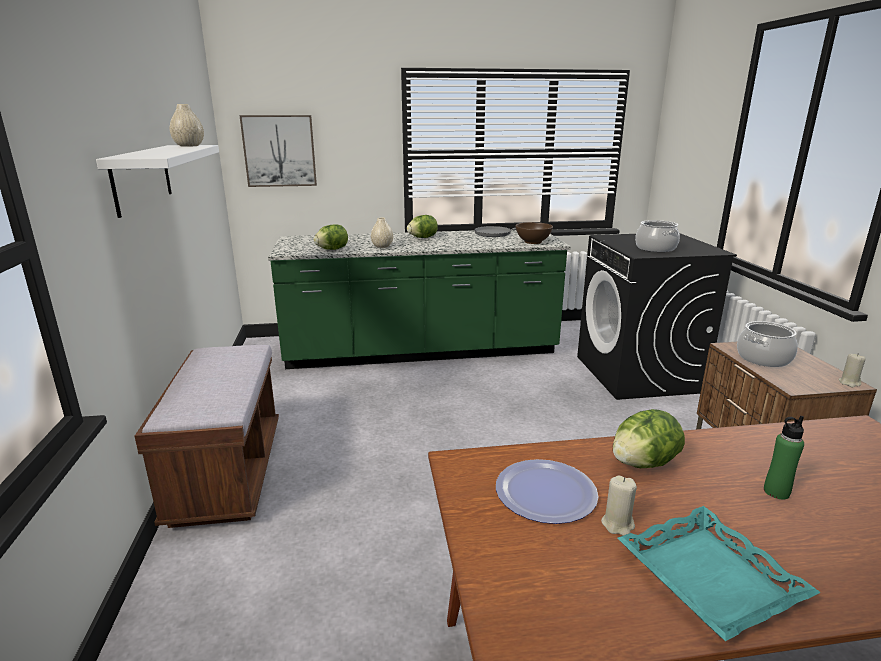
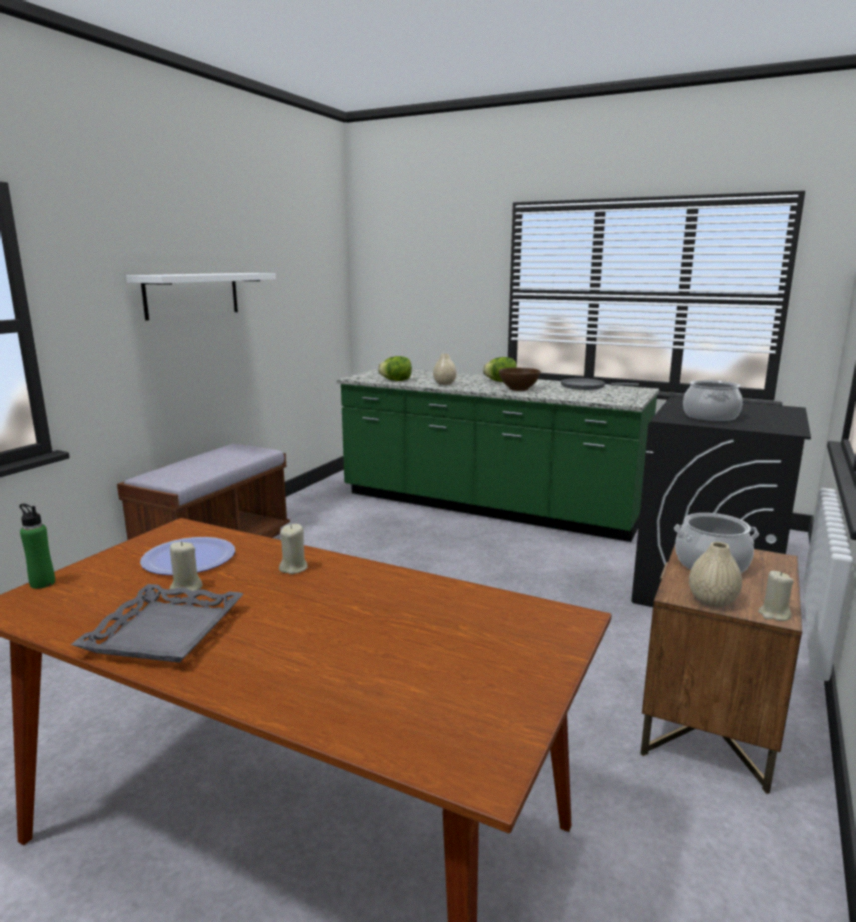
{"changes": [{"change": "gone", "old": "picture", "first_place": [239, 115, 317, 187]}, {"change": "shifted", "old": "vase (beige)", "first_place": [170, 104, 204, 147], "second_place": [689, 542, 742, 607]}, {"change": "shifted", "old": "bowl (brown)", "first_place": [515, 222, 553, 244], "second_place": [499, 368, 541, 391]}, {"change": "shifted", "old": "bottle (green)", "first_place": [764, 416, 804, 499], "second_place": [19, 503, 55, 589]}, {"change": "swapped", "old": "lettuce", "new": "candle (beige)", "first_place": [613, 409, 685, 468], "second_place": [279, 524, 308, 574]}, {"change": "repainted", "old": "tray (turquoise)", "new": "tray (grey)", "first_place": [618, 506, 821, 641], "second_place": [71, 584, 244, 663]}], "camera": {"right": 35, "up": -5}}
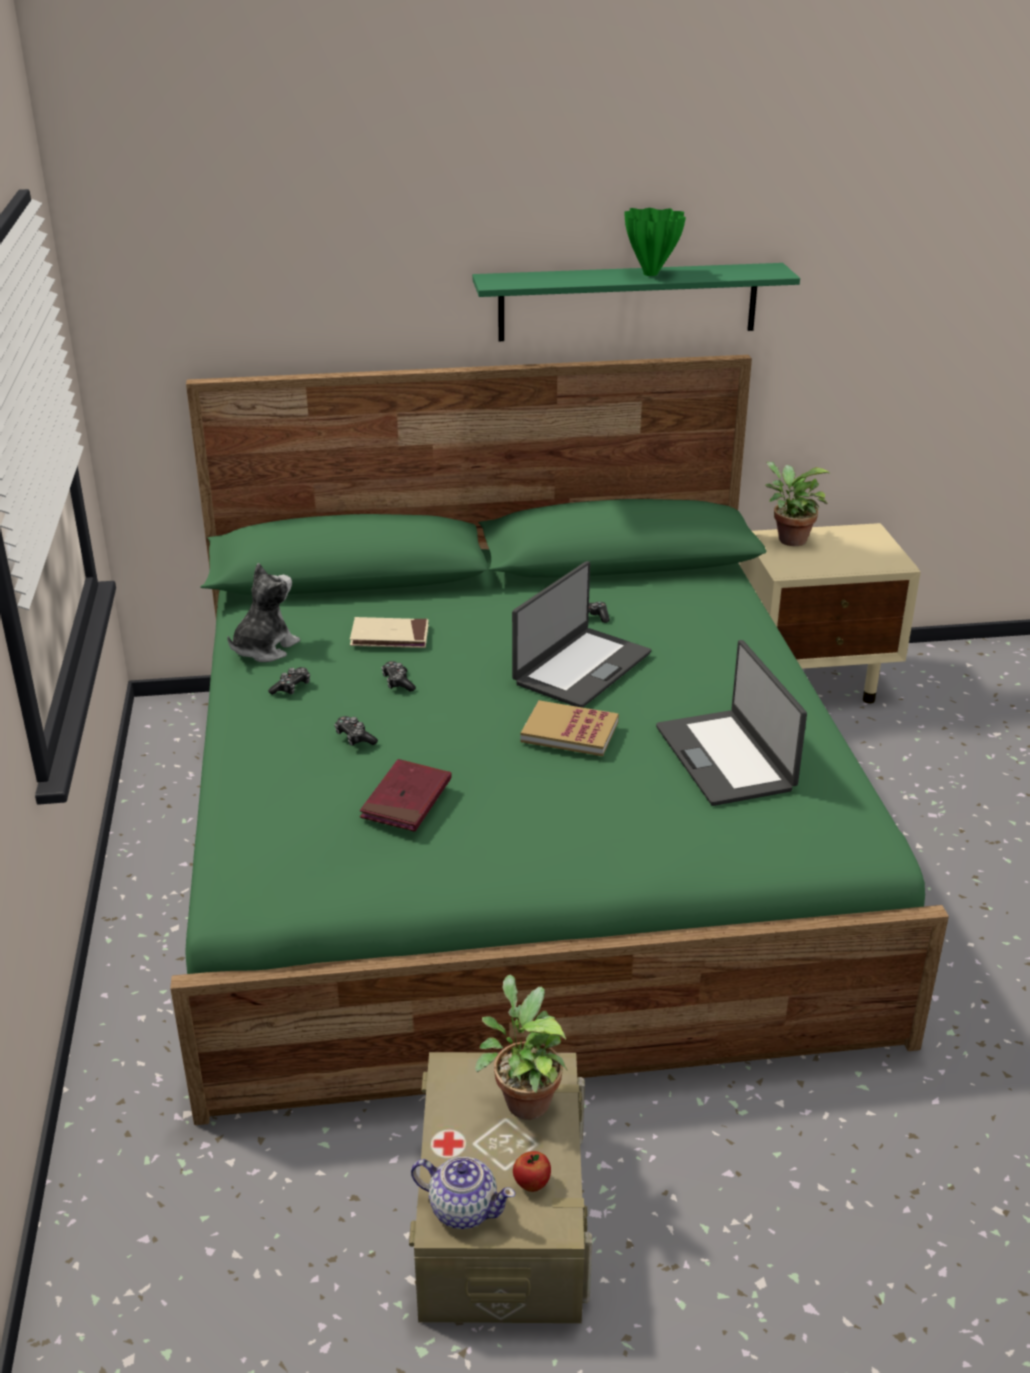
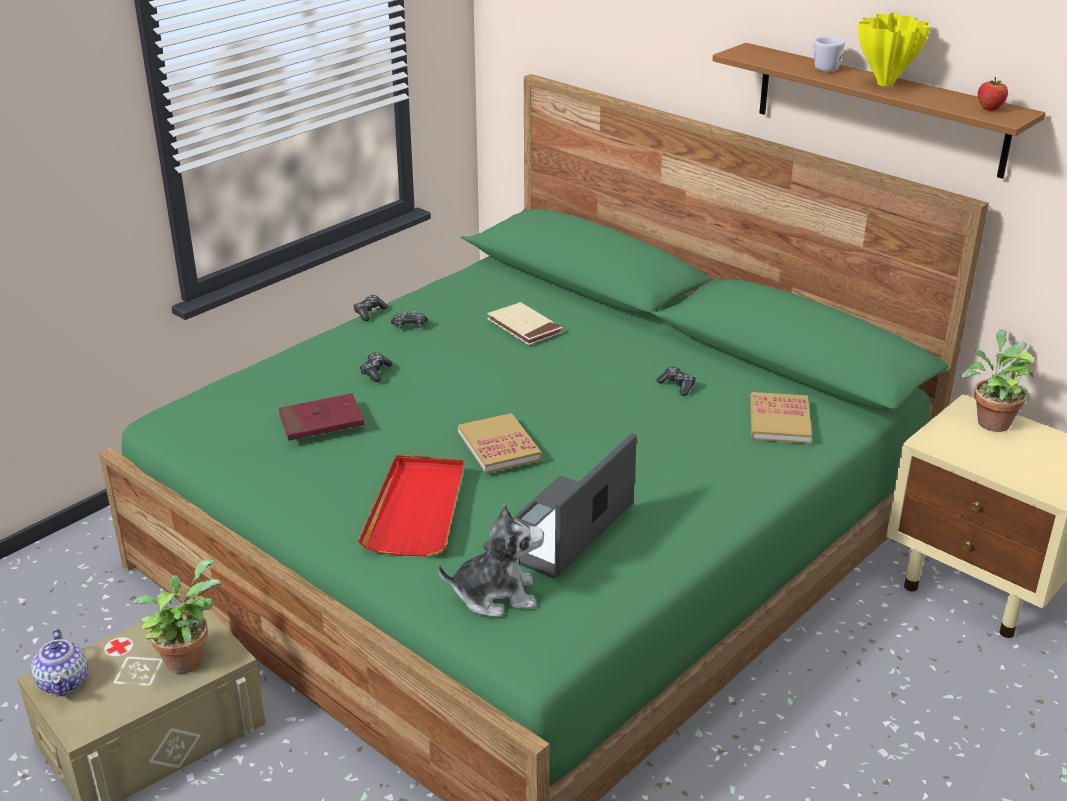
{"changes": [{"change": "gone", "old": "laptop", "first_place": [512, 561, 651, 708]}, {"change": "new", "new": "tray (red)", "second_place": [358, 455, 465, 556]}, {"change": "new", "new": "book", "second_place": [750, 392, 812, 444]}, {"change": "new", "new": "mug (white)", "second_place": [813, 36, 845, 72]}, {"change": "shifted", "old": "plush toy", "first_place": [227, 563, 300, 662], "second_place": [438, 503, 544, 617]}, {"change": "shifted", "old": "game controller", "first_place": [382, 661, 416, 692], "second_place": [353, 295, 388, 321]}, {"change": "shifted", "old": "apple", "first_place": [513, 1151, 551, 1192], "second_place": [978, 77, 1008, 111]}, {"change": "repainted", "old": "shelf (green)", "new": "shelf (brown)", "first_place": [472, 263, 800, 341], "second_place": [712, 43, 1046, 179]}, {"change": "repainted", "old": "vase (green)", "new": "vase (yellow)", "first_place": [624, 208, 686, 276], "second_place": [858, 12, 931, 86]}], "camera": {"right": 50, "up": 0}}
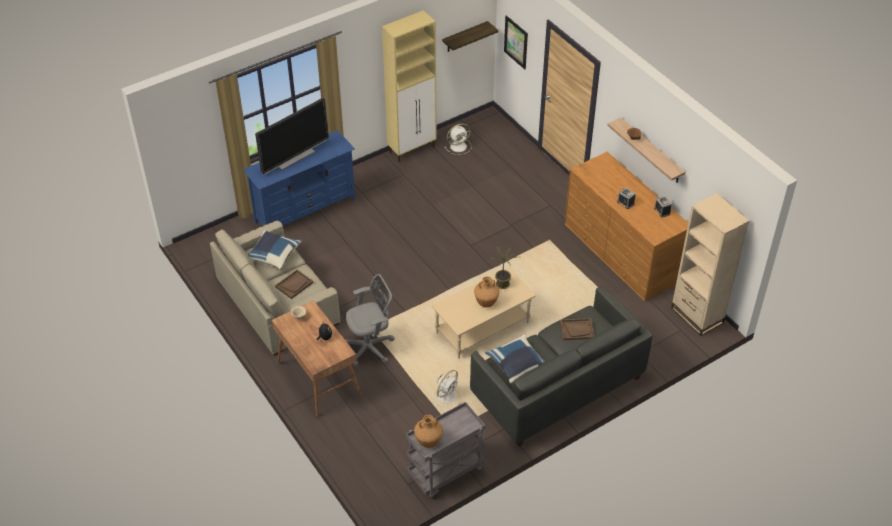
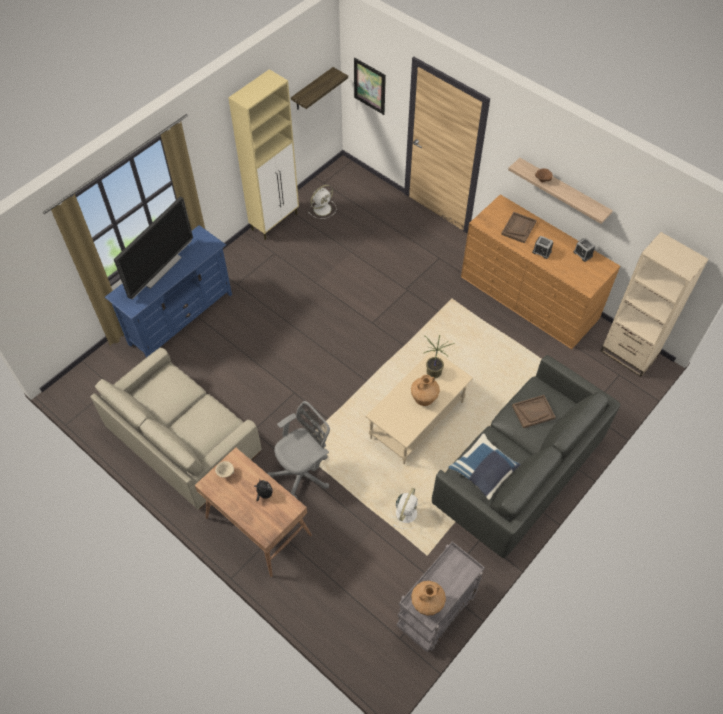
{"changes": [{"change": "gone", "old": "pillow (blue)", "first_place": [248, 230, 302, 270]}, {"change": "shifted", "old": "tray (brown)", "first_place": [275, 270, 313, 299], "second_place": [501, 212, 537, 244]}], "camera": {"right": -15, "up": 10}}
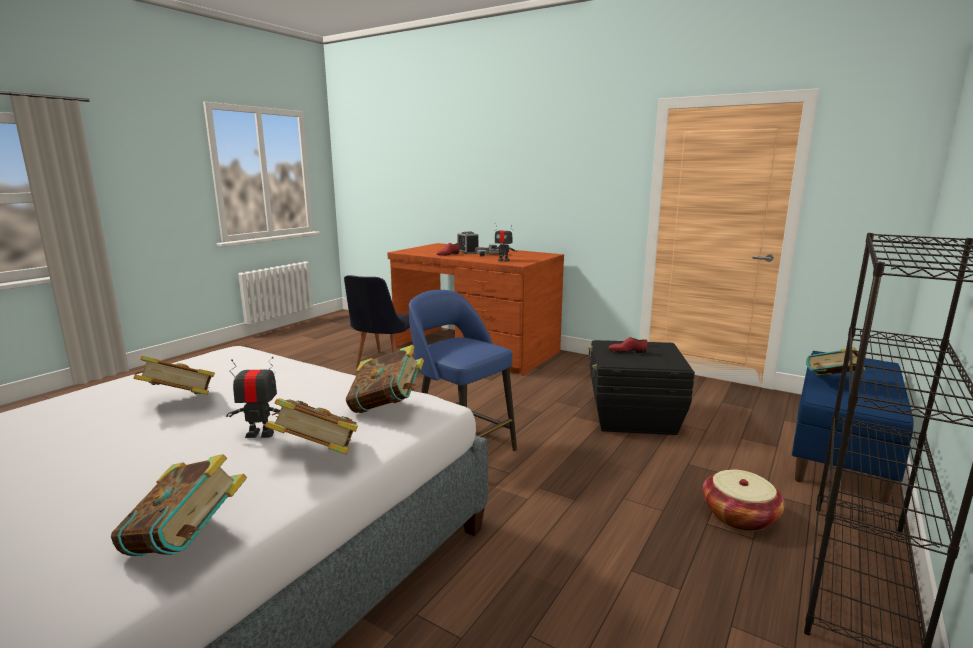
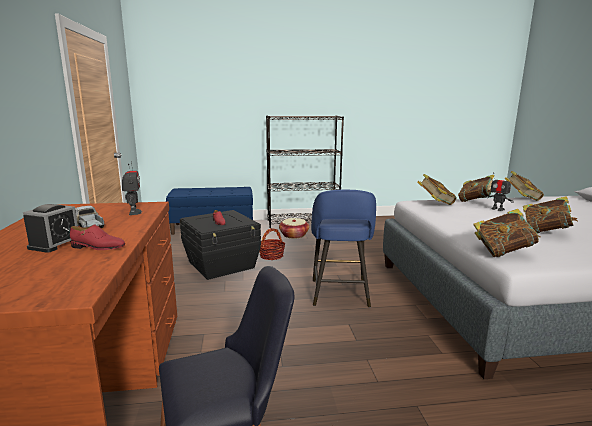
{"changes": [{"change": "new", "new": "basket", "second_place": [259, 228, 285, 260]}, {"change": "shifted", "old": "book", "first_place": [806, 347, 865, 376], "second_place": [474, 209, 540, 257]}], "camera": {"right": -130, "up": 0}}
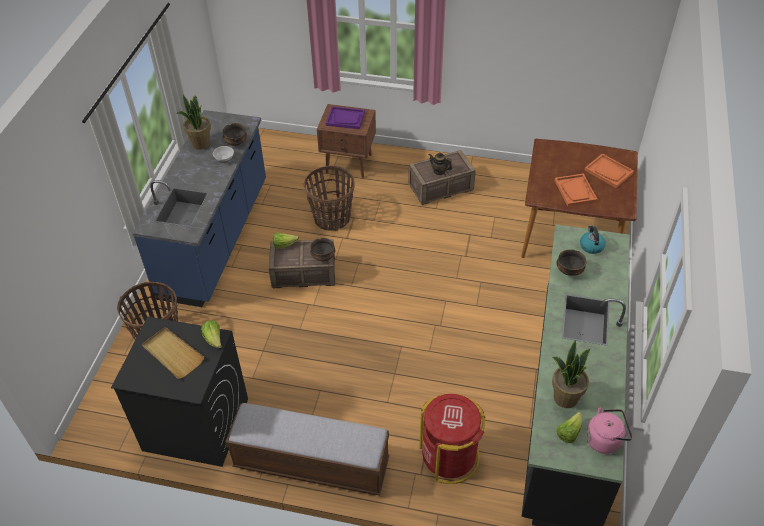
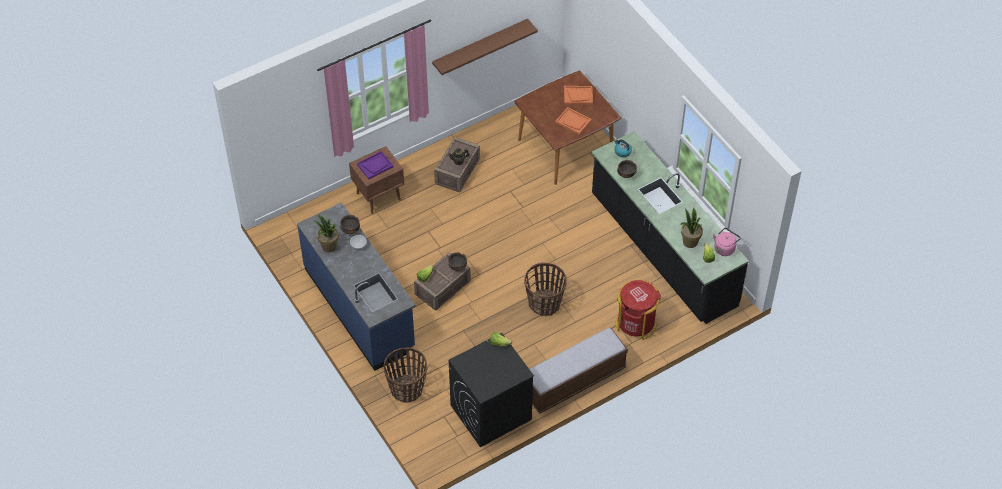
{"changes": [{"change": "gone", "old": "tray (beige)", "first_place": [142, 327, 204, 379]}, {"change": "new", "new": "shelf (brown)", "second_place": [432, 19, 538, 75]}, {"change": "shifted", "old": "basket", "first_place": [304, 166, 355, 231], "second_place": [524, 262, 567, 316]}], "camera": {"right": -45, "up": 5}}
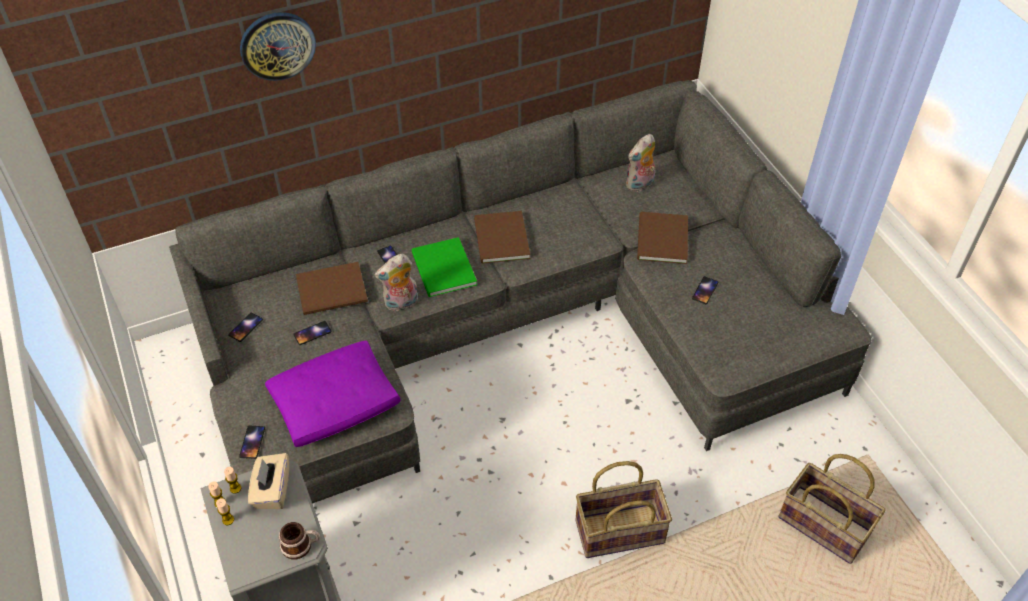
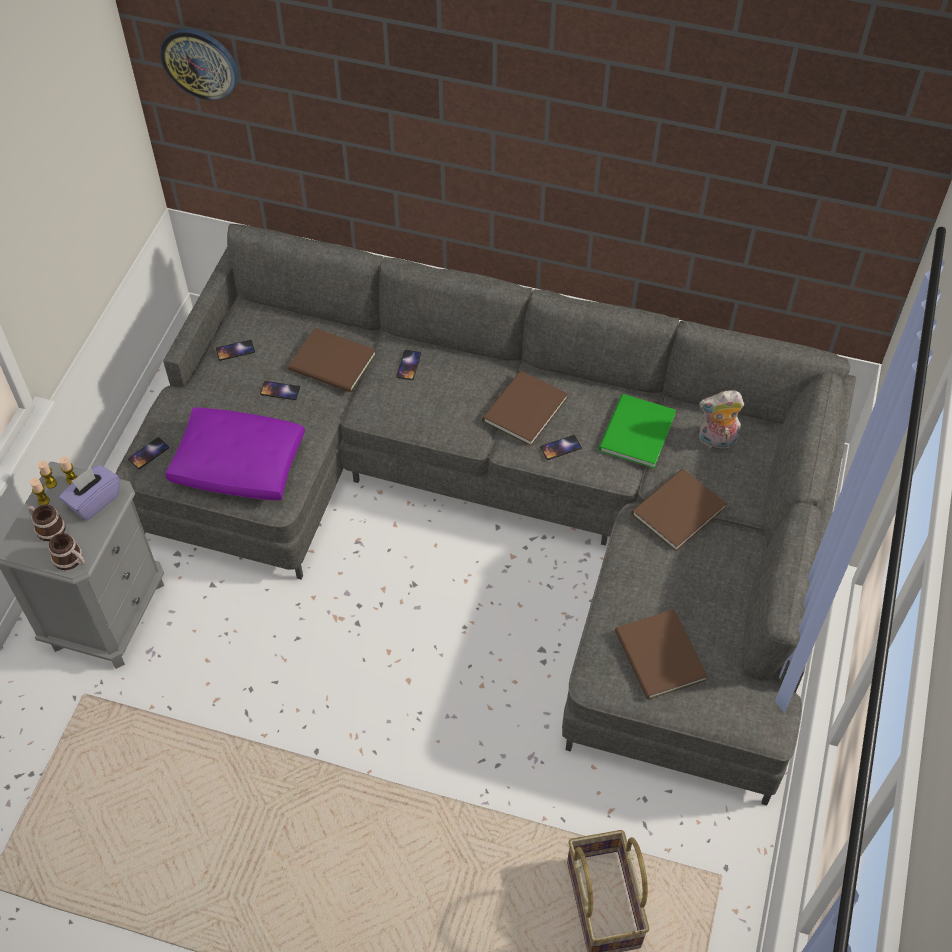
{"changes": [{"change": "gone", "old": "plush toy", "first_place": [374, 254, 418, 311]}, {"change": "gone", "old": "basket", "first_place": [575, 461, 672, 558]}, {"change": "new", "new": "mug", "second_place": [28, 504, 66, 541]}, {"change": "new", "new": "book (brown)", "second_place": [615, 609, 708, 700]}, {"change": "shifted", "old": "wall clock", "first_place": [240, 12, 316, 81], "second_place": [160, 29, 238, 100]}, {"change": "shifted", "old": "book (green)", "first_place": [412, 237, 477, 297], "second_place": [599, 394, 676, 468]}, {"change": "shifted", "old": "phone", "first_place": [692, 276, 718, 304], "second_place": [540, 435, 582, 460]}, {"change": "repainted", "old": "tissue box (beige)", "new": "tissue box (purple)", "first_place": [248, 453, 289, 509], "second_place": [59, 465, 120, 521]}], "camera": {"right": 40, "up": 5}}
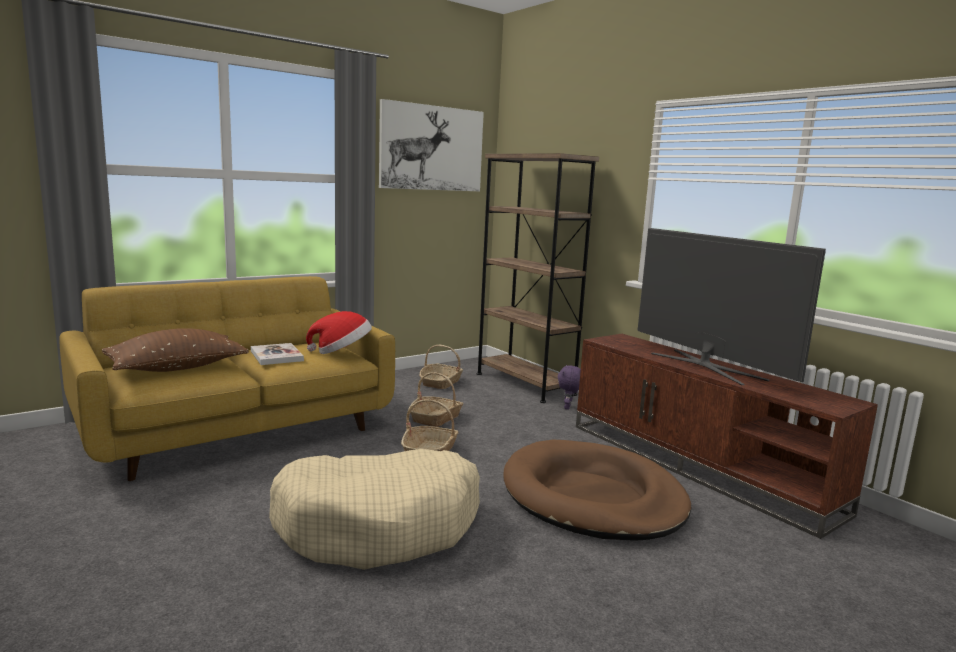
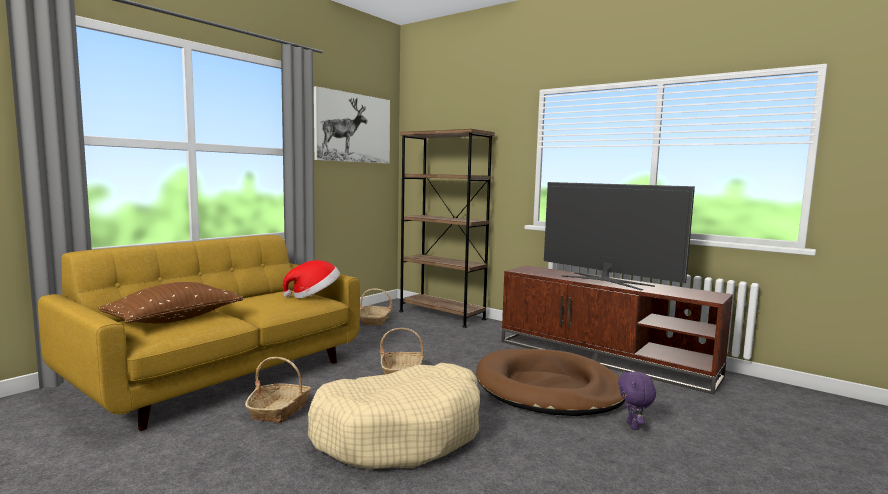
{"changes": [{"change": "gone", "old": "book", "first_place": [251, 343, 304, 365]}, {"change": "shifted", "old": "basket", "first_place": [409, 372, 463, 427], "second_place": [245, 357, 311, 423]}, {"change": "shifted", "old": "plush toy (purple)", "first_place": [558, 365, 581, 410], "second_place": [618, 370, 656, 430]}], "camera": {"right": -15, "up": -5}}
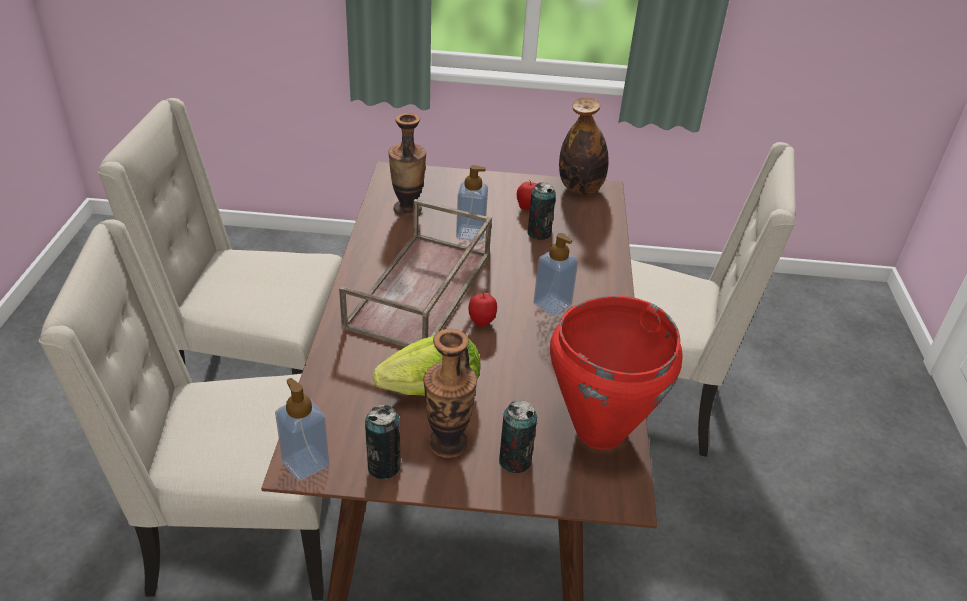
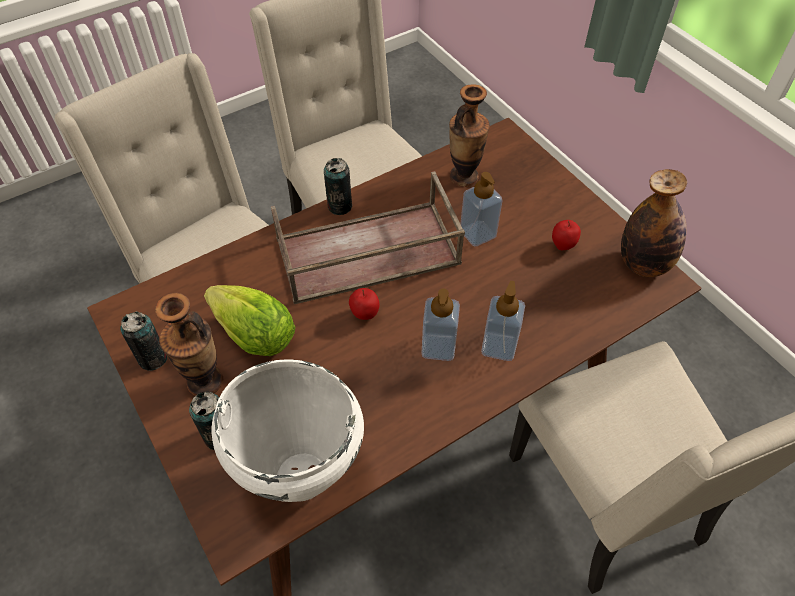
{"changes": [{"change": "shifted", "old": "soap dispenser", "first_place": [275, 378, 329, 481], "second_place": [481, 281, 525, 361]}, {"change": "shifted", "old": "can", "first_place": [527, 182, 556, 240], "second_place": [324, 158, 352, 215]}, {"change": "repainted", "old": "cooking pot (red)", "new": "cooking pot (white)", "first_place": [550, 296, 682, 450], "second_place": [212, 359, 364, 502]}], "camera": {"right": 55, "up": 15}}
